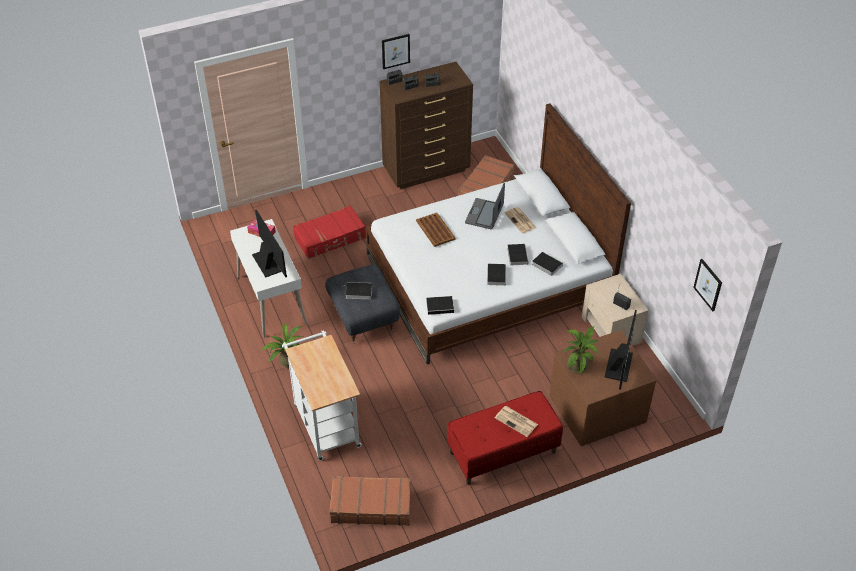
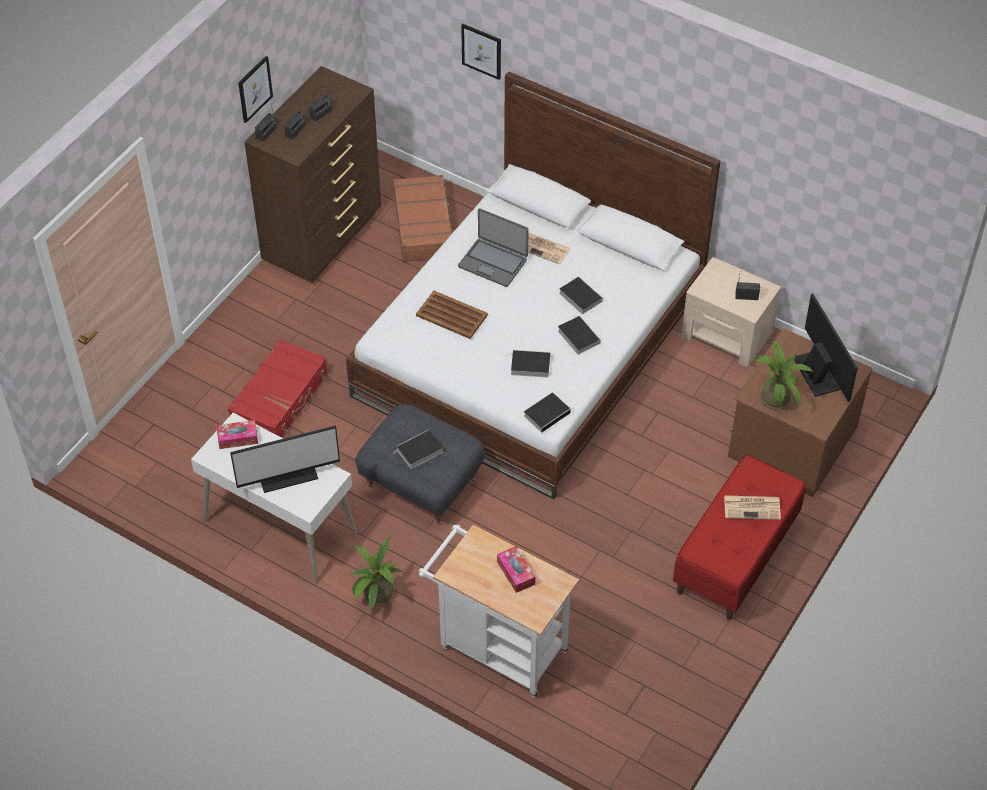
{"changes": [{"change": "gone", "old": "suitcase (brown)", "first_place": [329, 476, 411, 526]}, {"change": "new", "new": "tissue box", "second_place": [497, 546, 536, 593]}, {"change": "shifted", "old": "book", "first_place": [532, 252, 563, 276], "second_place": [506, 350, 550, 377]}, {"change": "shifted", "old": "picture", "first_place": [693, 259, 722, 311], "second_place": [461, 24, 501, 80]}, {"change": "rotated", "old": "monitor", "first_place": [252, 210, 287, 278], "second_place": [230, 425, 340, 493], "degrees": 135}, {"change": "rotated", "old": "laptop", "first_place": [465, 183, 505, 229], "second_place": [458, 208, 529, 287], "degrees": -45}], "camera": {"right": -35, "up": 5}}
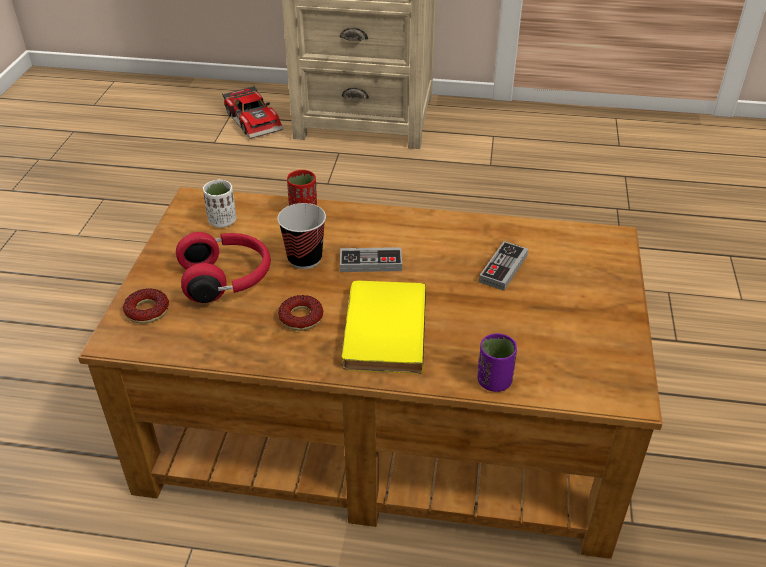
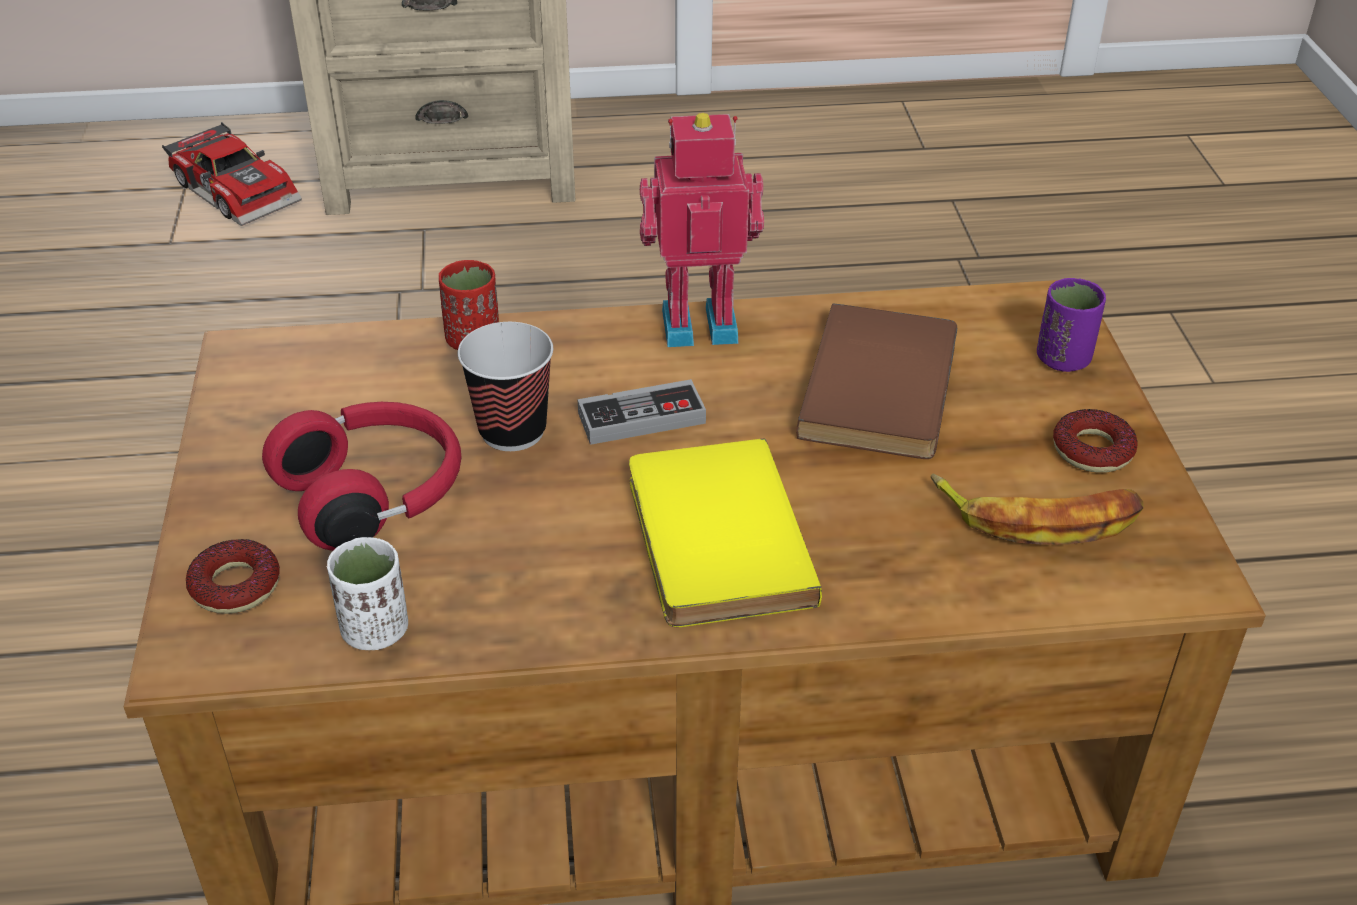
{"changes": [{"change": "new", "new": "toy robot", "second_place": [640, 113, 764, 347]}, {"change": "new", "new": "banana", "second_place": [931, 474, 1144, 545]}, {"change": "shifted", "old": "cup (white)", "first_place": [203, 180, 236, 228], "second_place": [327, 537, 408, 650]}, {"change": "shifted", "old": "donut", "first_place": [278, 295, 323, 331], "second_place": [1053, 409, 1138, 473]}, {"change": "shifted", "old": "cup (purple)", "first_place": [477, 333, 517, 392], "second_place": [1037, 278, 1106, 372]}, {"change": "swapped", "old": "game controller", "new": "book (brown)", "first_place": [479, 241, 528, 291], "second_place": [796, 304, 957, 459]}], "camera": {"right": -15, "up": 0}}
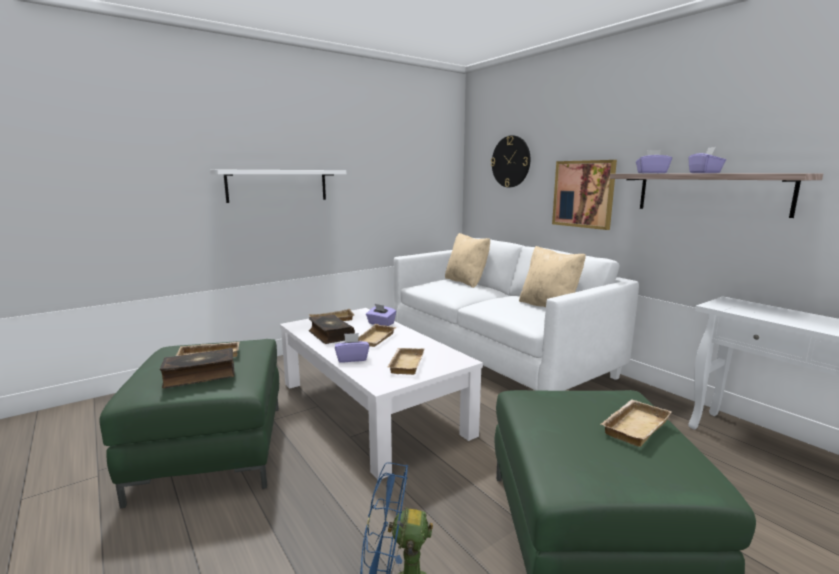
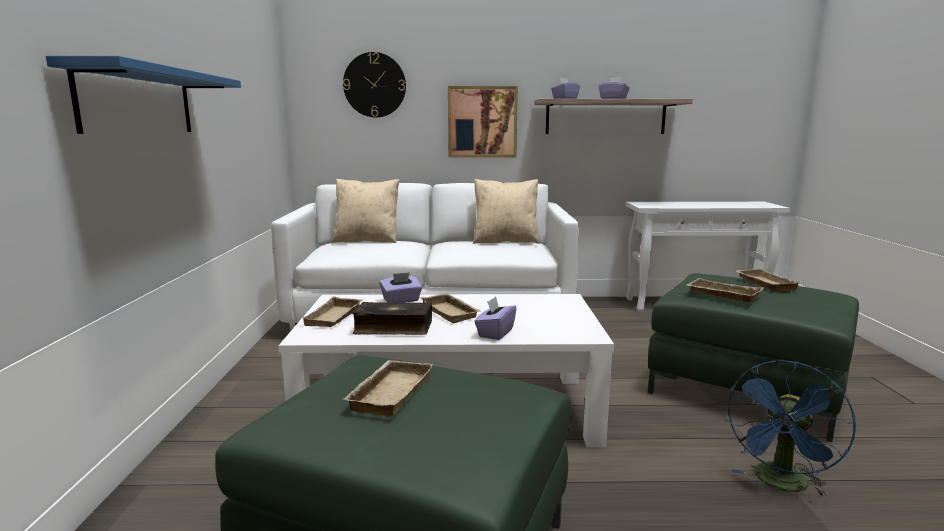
{"changes": [{"change": "gone", "old": "book", "first_place": [160, 348, 235, 388]}, {"change": "shifted", "old": "tray (beige)", "first_place": [388, 348, 424, 375], "second_place": [687, 278, 763, 303]}, {"change": "repainted", "old": "shelf (white)", "new": "shelf (blue)", "first_place": [210, 170, 346, 203], "second_place": [46, 56, 241, 134]}], "camera": {"right": -55, "up": 0}}
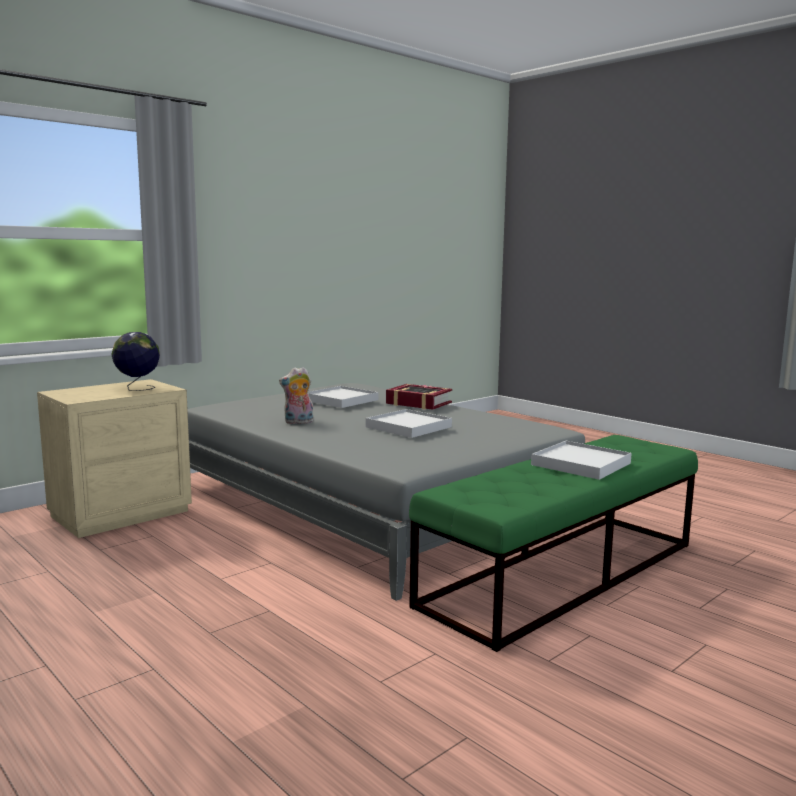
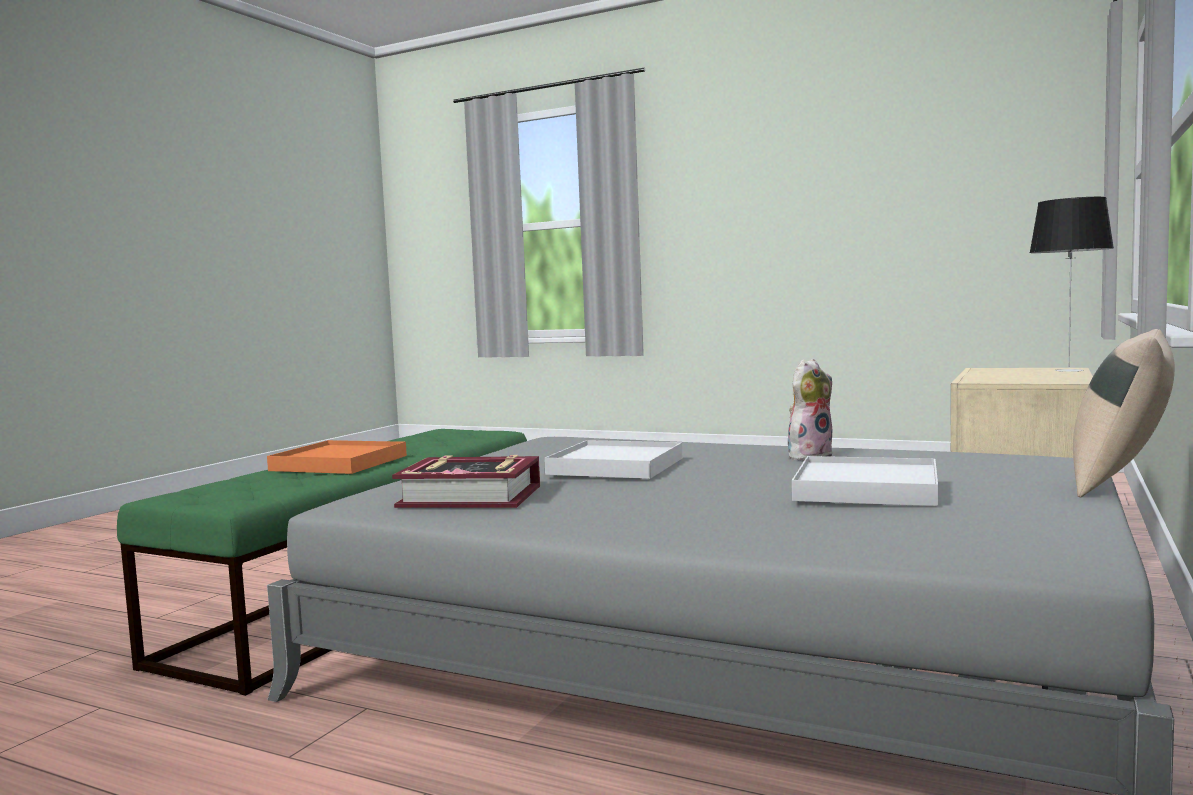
{"changes": [{"change": "gone", "old": "globe", "first_place": [111, 332, 160, 391]}, {"change": "new", "new": "table lamp", "second_place": [1029, 197, 1114, 372]}, {"change": "new", "new": "pillow (beige)", "second_place": [1073, 329, 1175, 497]}, {"change": "shifted", "old": "book", "first_place": [386, 384, 452, 410], "second_place": [392, 455, 540, 508]}, {"change": "repainted", "old": "tray (white)", "new": "tray (orange)", "first_place": [531, 441, 632, 480], "second_place": [267, 440, 407, 474]}], "camera": {"right": 160, "up": -5}}
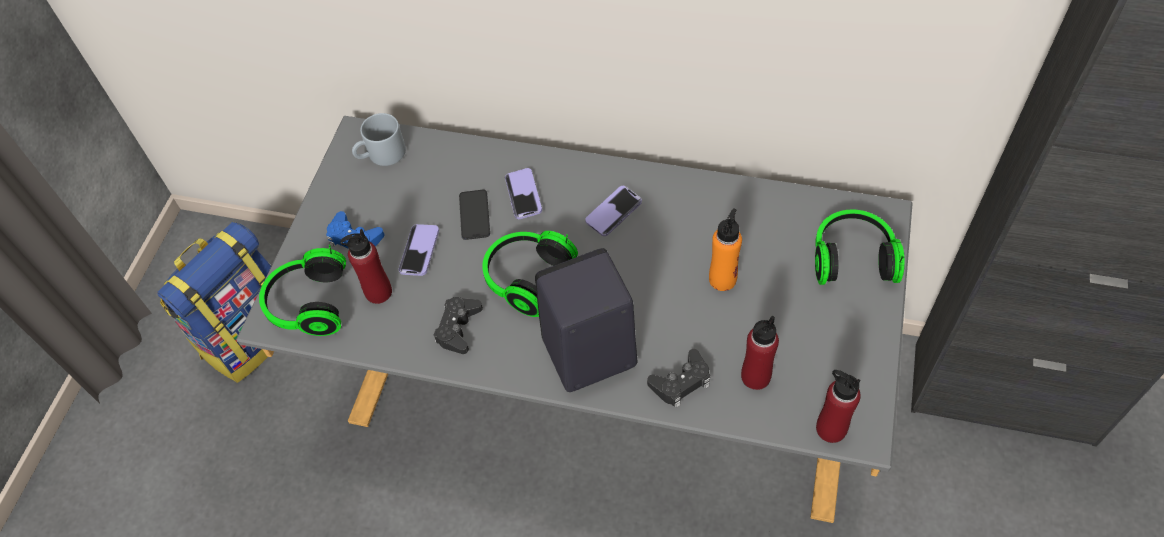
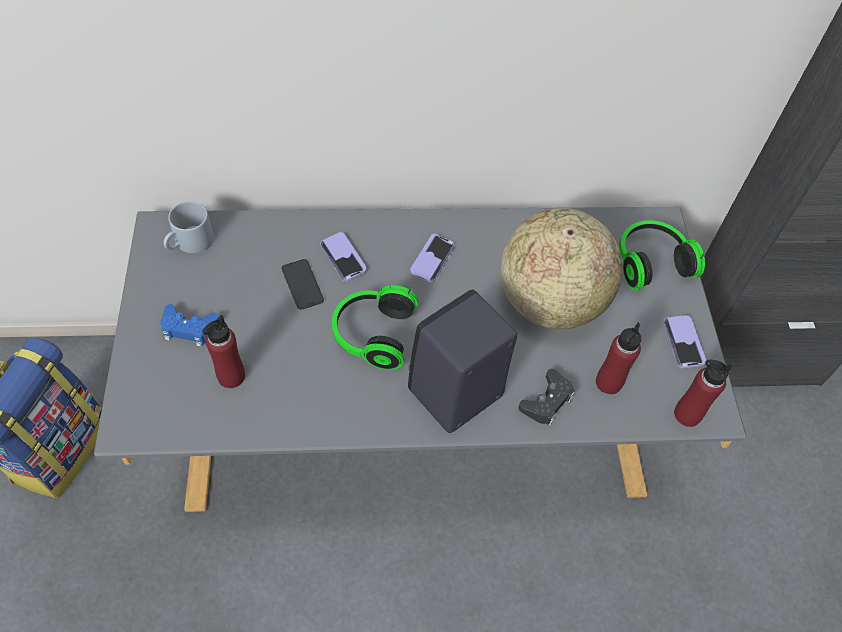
{"changes": [{"change": "gone", "old": "headphones", "first_place": [259, 245, 346, 336]}, {"change": "gone", "old": "game controller (black)", "first_place": [434, 297, 483, 354]}, {"change": "shifted", "old": "phone", "first_place": [398, 224, 439, 276], "second_place": [663, 315, 706, 368]}, {"change": "swapped", "old": "bottle (orange)", "new": "globe", "first_place": [709, 208, 742, 291], "second_place": [500, 208, 623, 329]}], "camera": {"right": -25, "up": 0}}
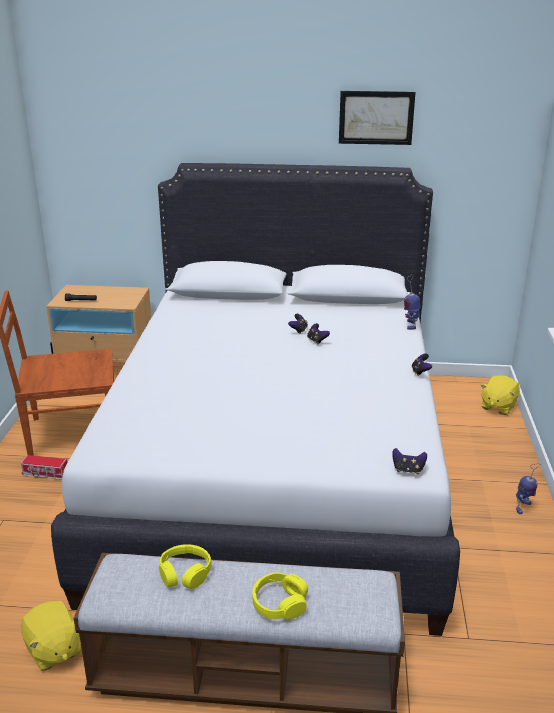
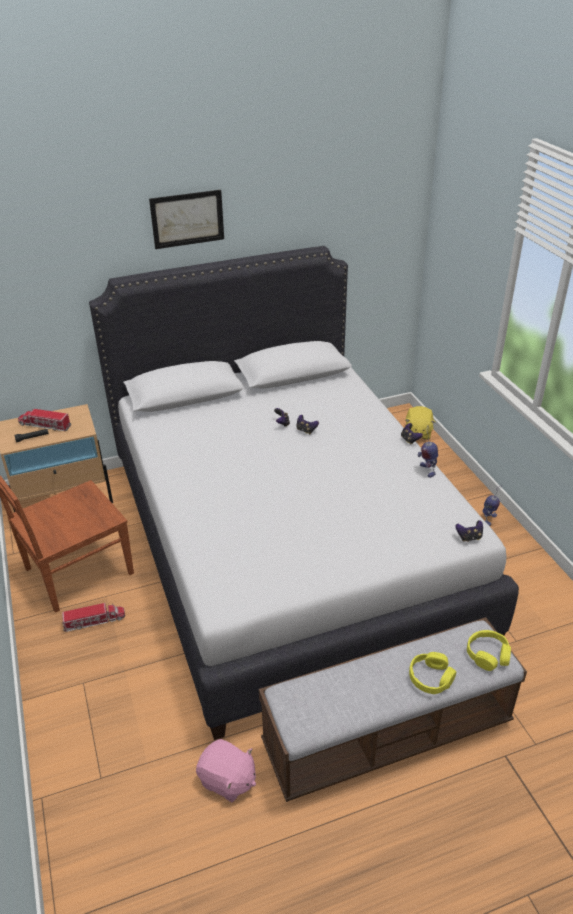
{"changes": [{"change": "new", "new": "toy truck", "second_place": [18, 409, 71, 431]}, {"change": "shifted", "old": "headphones (yellow)", "first_place": [159, 544, 211, 589], "second_place": [467, 630, 511, 671]}, {"change": "shifted", "old": "picture", "first_place": [339, 91, 416, 145], "second_place": [149, 190, 224, 249]}, {"change": "shifted", "old": "toy robot", "first_place": [404, 274, 421, 330], "second_place": [418, 425, 438, 478]}, {"change": "repainted", "old": "plush toy (yellow)", "new": "plush toy (pink)", "first_place": [21, 601, 82, 671], "second_place": [196, 739, 256, 802]}], "camera": {"right": -25, "up": 10}}
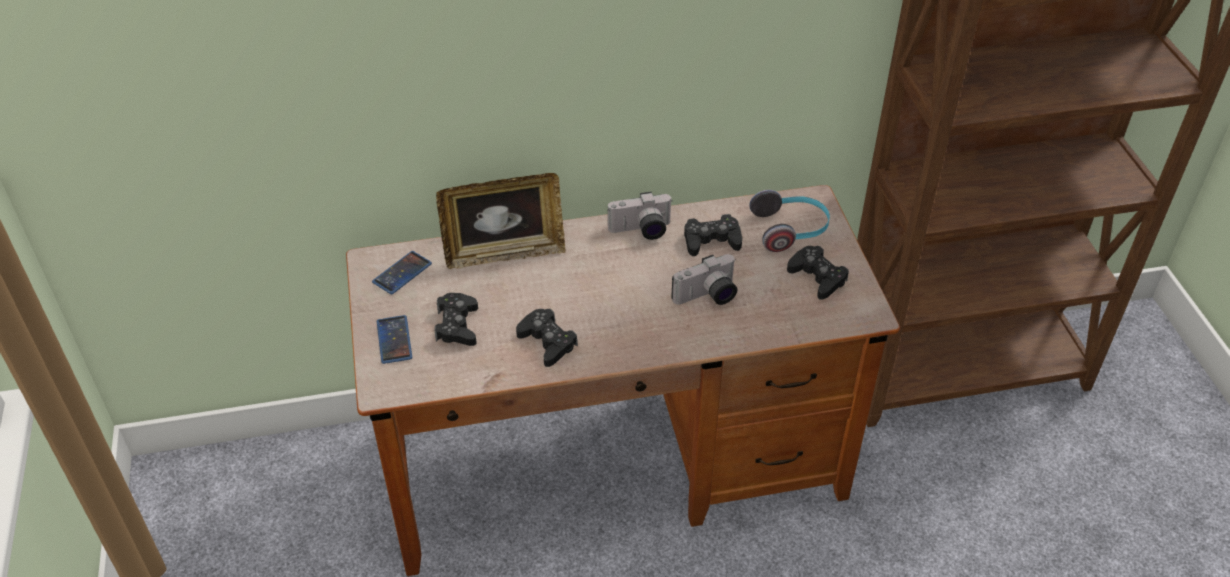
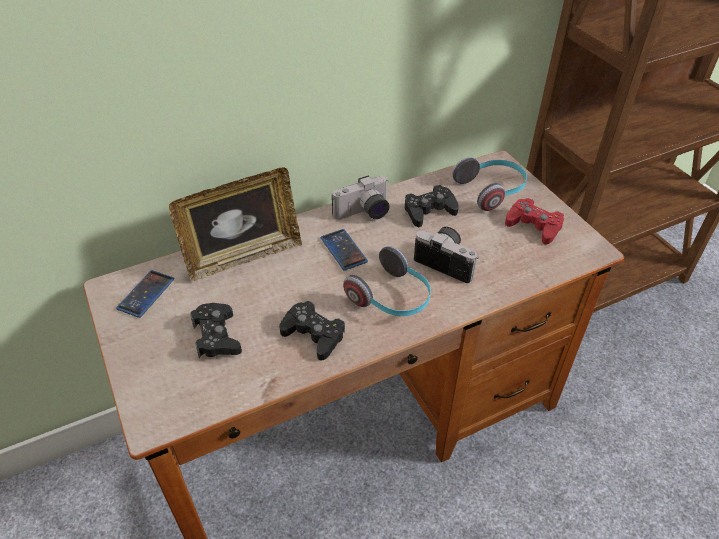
{"changes": [{"change": "new", "new": "headphones", "second_place": [343, 246, 431, 316]}, {"change": "shifted", "old": "phone", "first_place": [377, 315, 412, 364], "second_place": [321, 229, 368, 271]}, {"change": "repainted", "old": "game controller (black)", "new": "game controller (red)", "first_place": [787, 246, 849, 300], "second_place": [505, 198, 564, 245]}, {"change": "rotated", "old": "photo camera", "first_place": [671, 254, 737, 305], "second_place": [414, 227, 479, 283], "degrees": -105}], "camera": {"right": -15, "up": 0}}
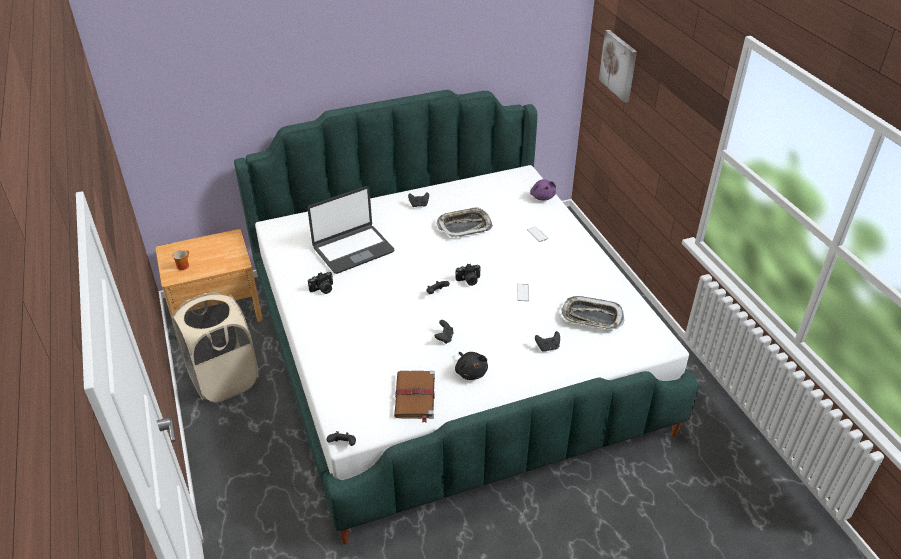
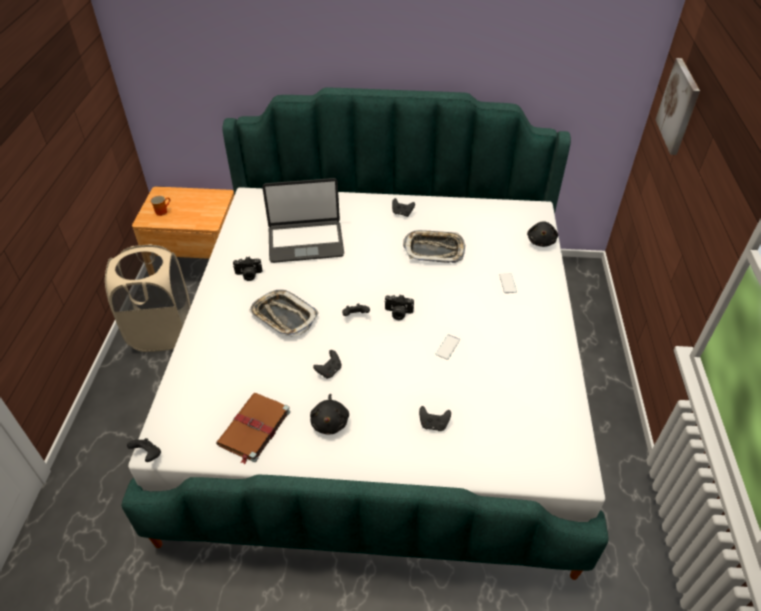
{"changes": [{"change": "shifted", "old": "tray", "first_place": [561, 296, 624, 329], "second_place": [249, 290, 319, 336]}, {"change": "repainted", "old": "plush toy (purple)", "new": "plush toy (black)", "first_place": [530, 179, 556, 200], "second_place": [527, 221, 558, 247]}], "camera": {"right": 25, "up": 5}}
